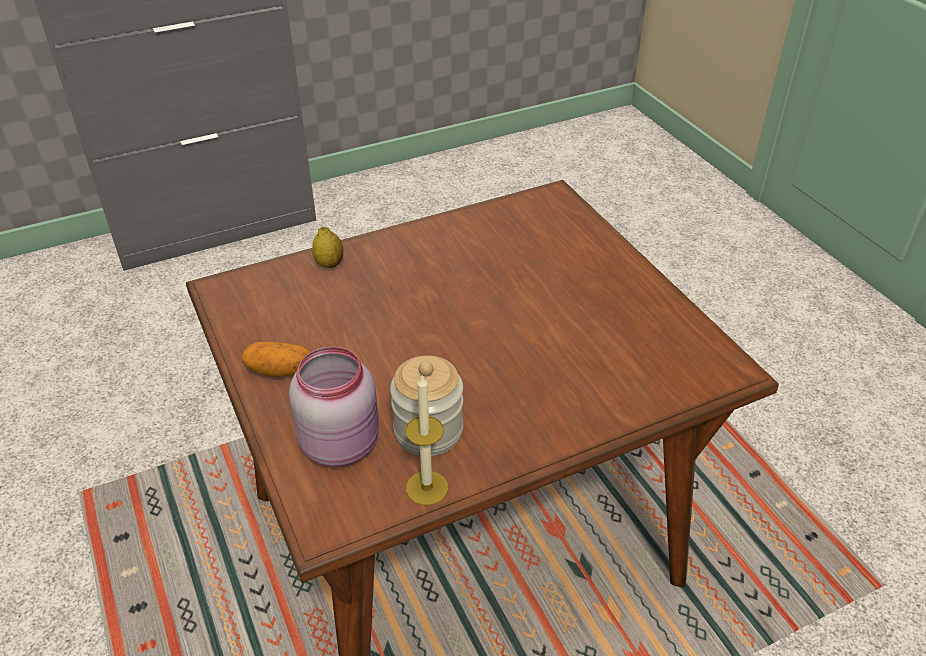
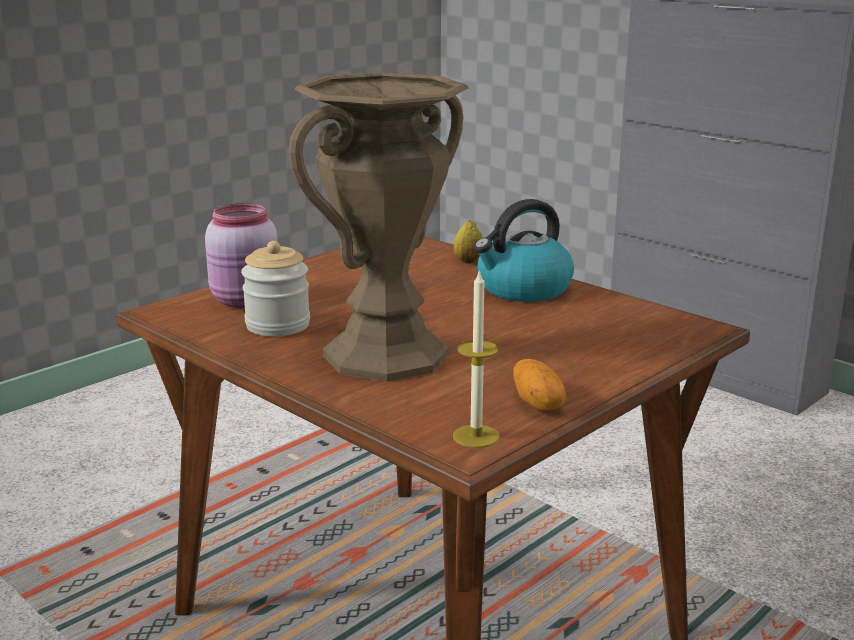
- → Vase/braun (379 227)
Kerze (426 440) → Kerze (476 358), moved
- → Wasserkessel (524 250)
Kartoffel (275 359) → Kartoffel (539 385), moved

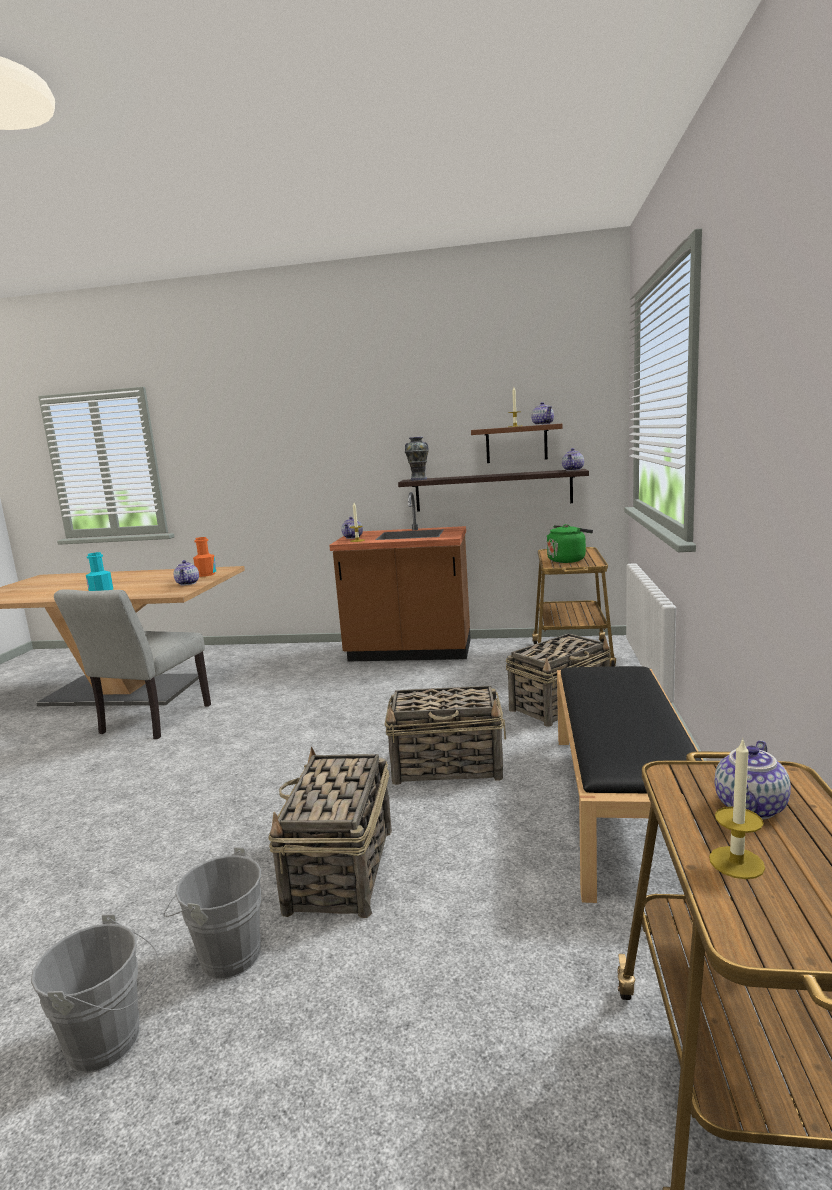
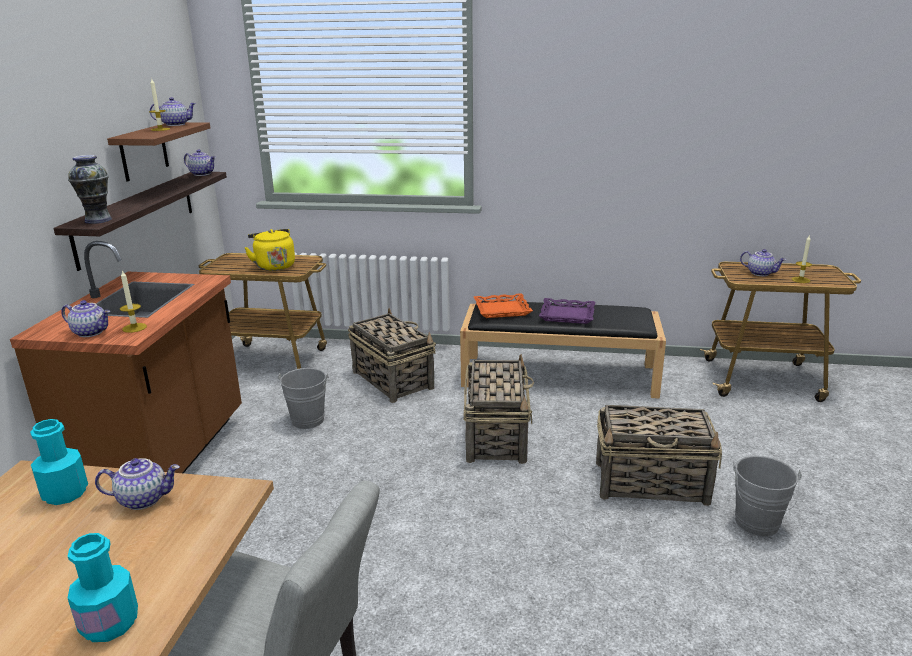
Flasche/orange (204 557) → Flasche/türkis (59 462)
Wasserkessel/grün (570 543) → Wasserkessel/gelb (270 250)
Eimer/grau (94 993) → Eimer/grau (303 398), moved
- → Tablett/orange (503 305)
- → Tablett/lila (567 311)

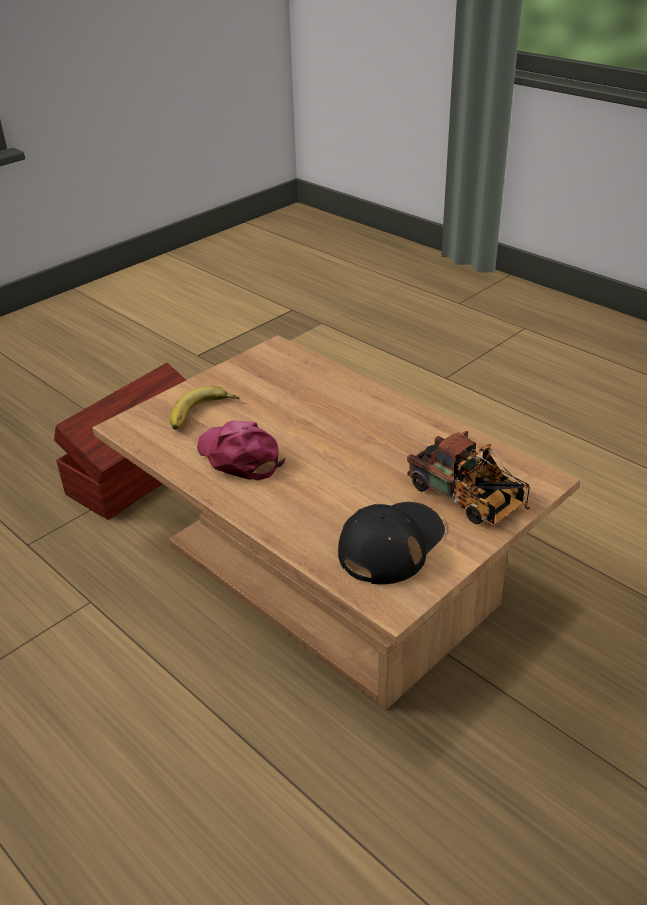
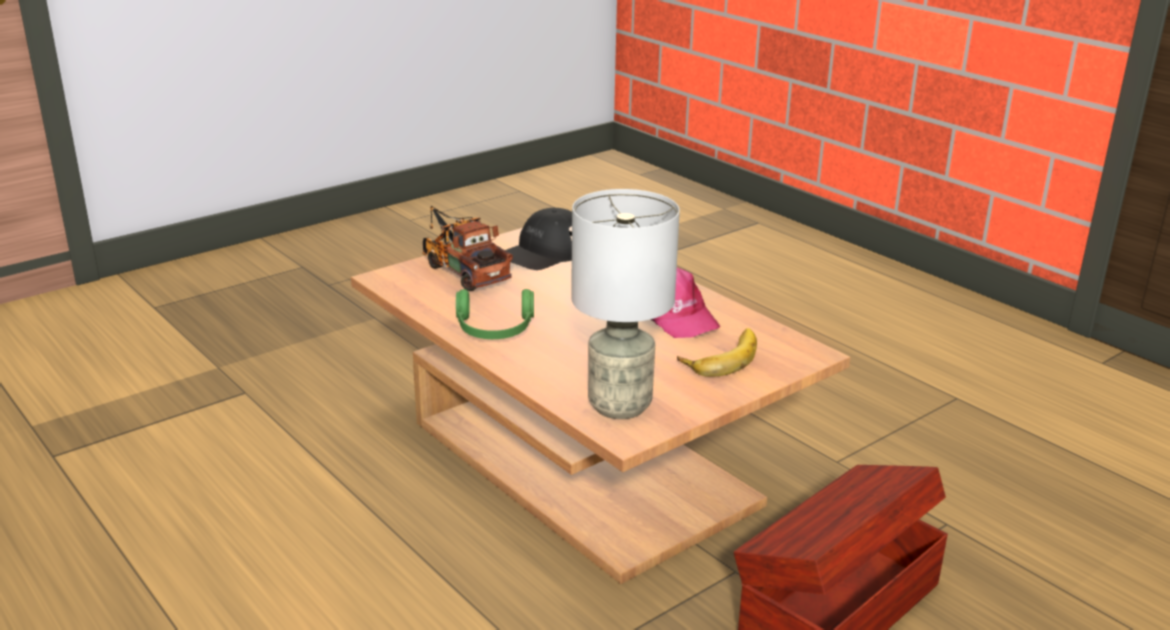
- → Kopfhörer/grün (495 314)
- → Tischlampe/grau (625 304)

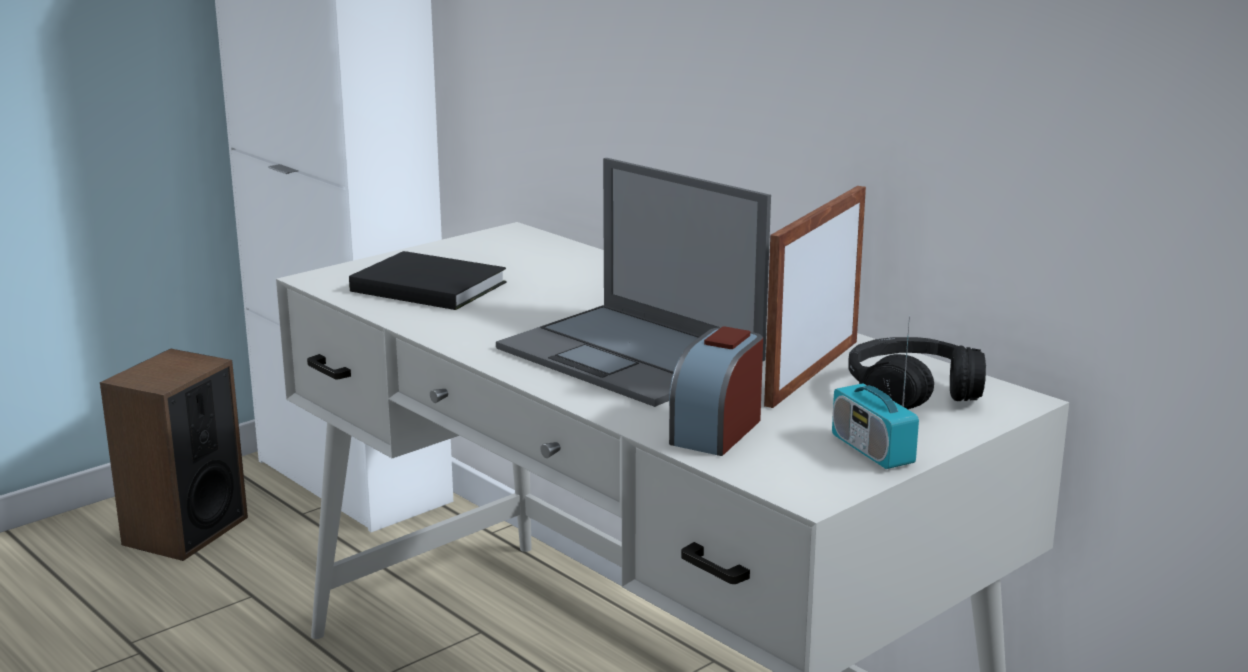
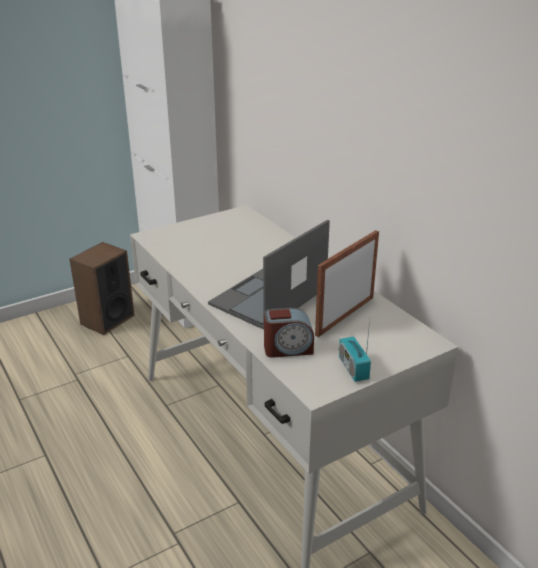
Laptop (633 282) → Laptop (269 275), 75 degrees clockwise
Wecker (716 391) → Wecker (289 333), 135 degrees counterclockwise
Buch/schwarz (427 280) → -
Kopfhörer/schwarz (917 373) → -

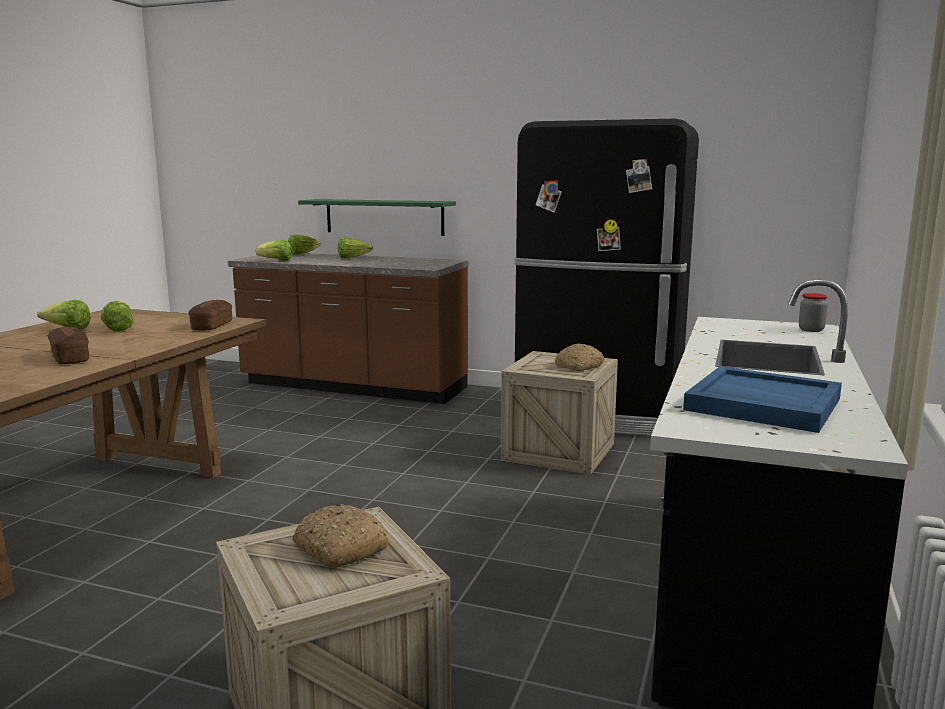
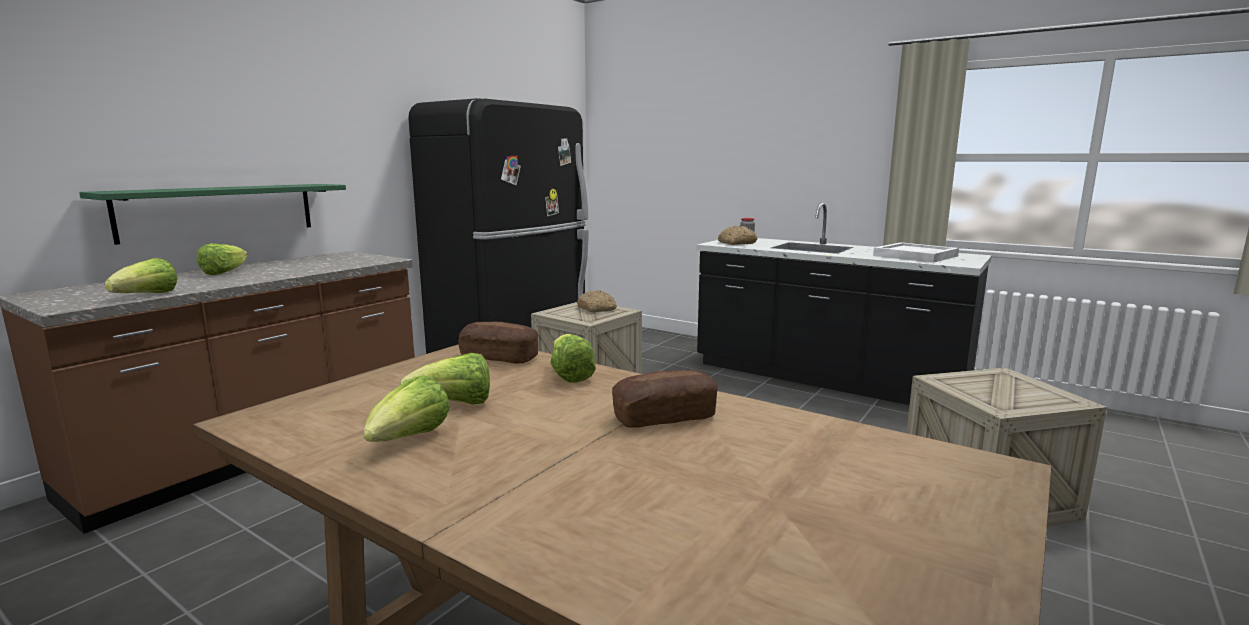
Salatkopf (304 244) → Salatkopf (573 358), moved
Brot (341 536) → Brot (738 235), moved
Tablett/blau (762 399) → Tablett/weiß (916 252)

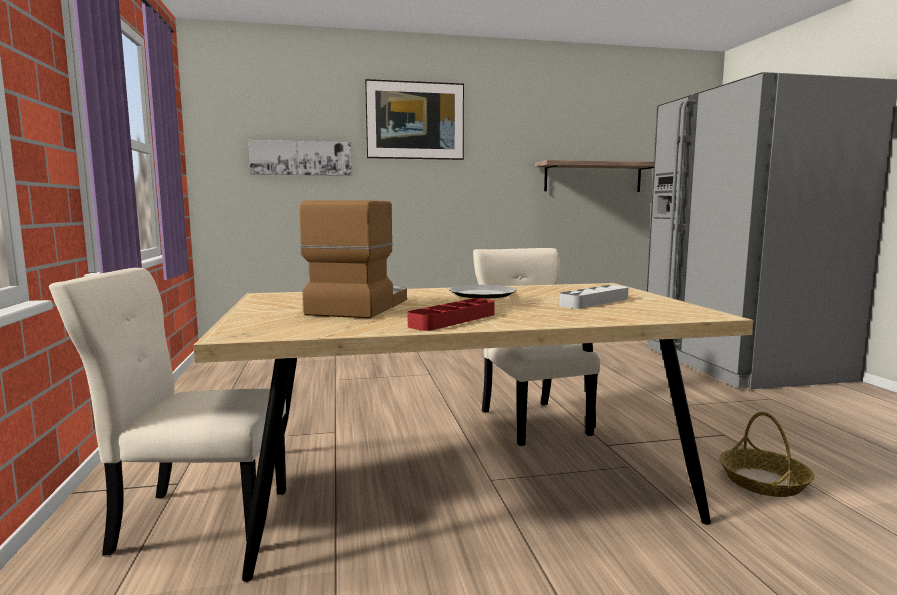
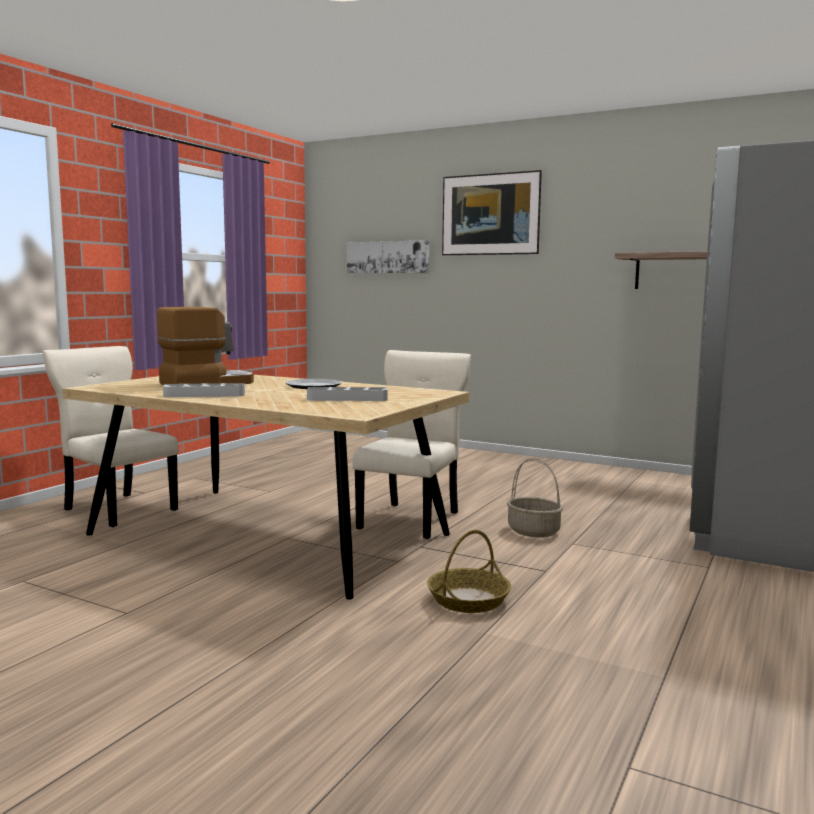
Tablett/rot (451 314) → Tablett/grau (204 390)
- → Korb (535 498)

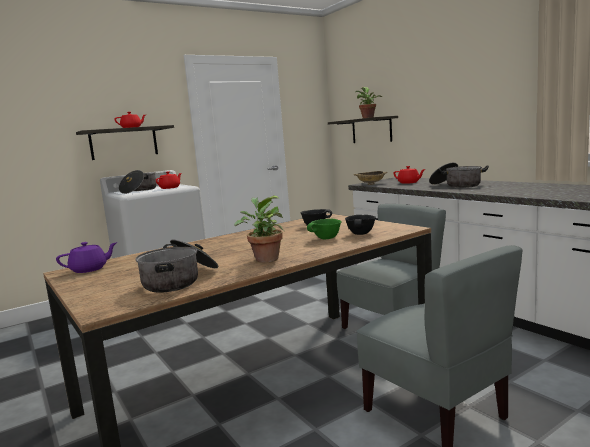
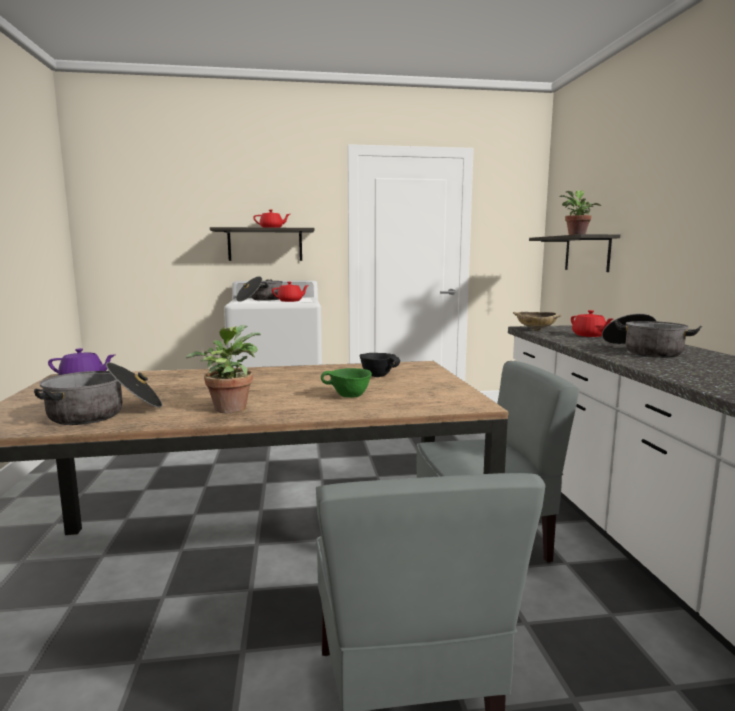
Schüssel/schwarz (360 225) → -

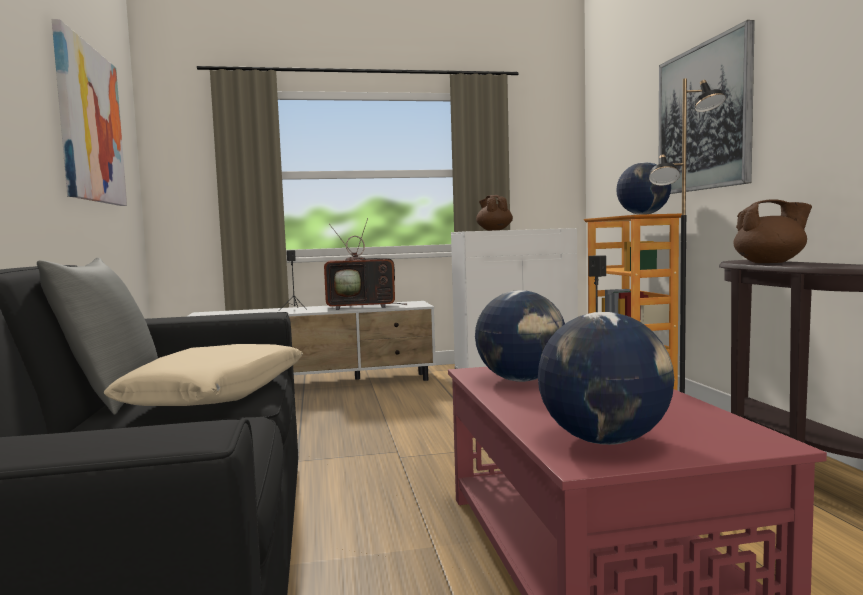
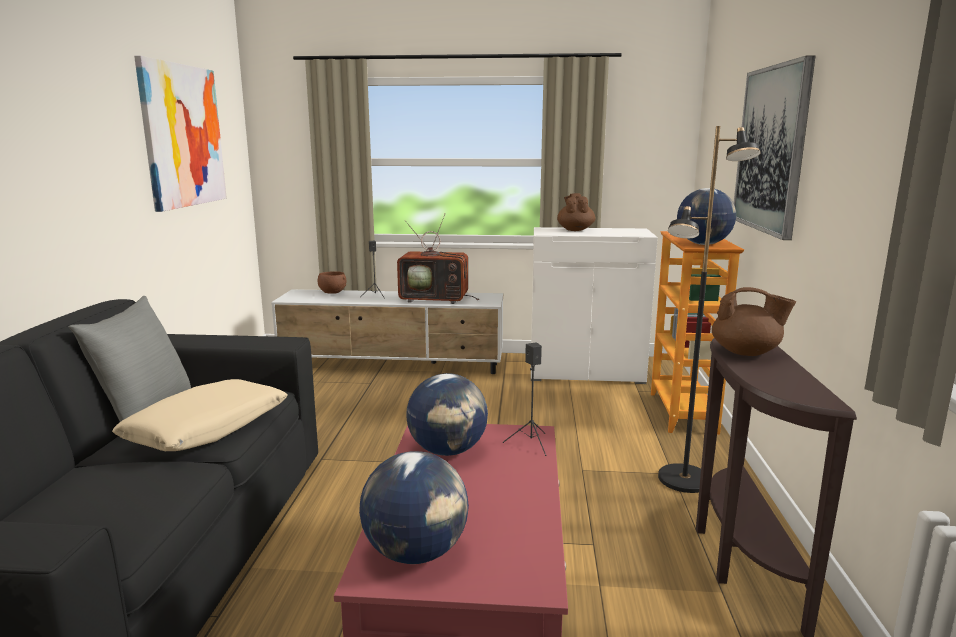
- → Schüssel/braun (332 283)

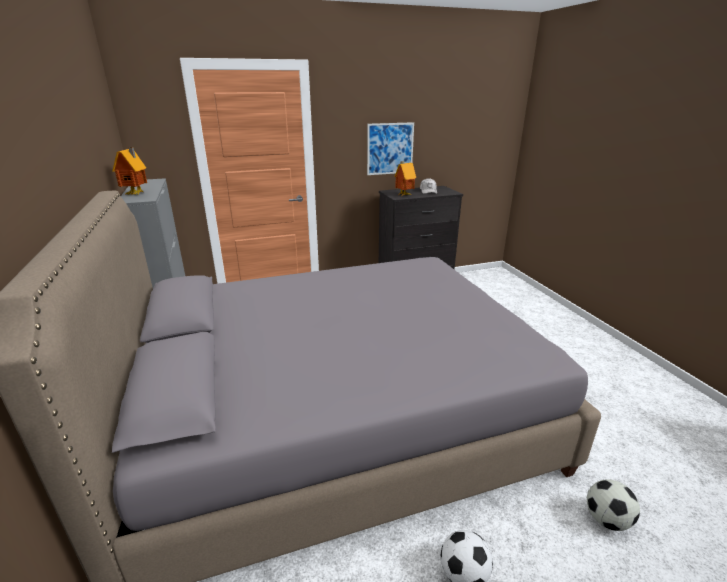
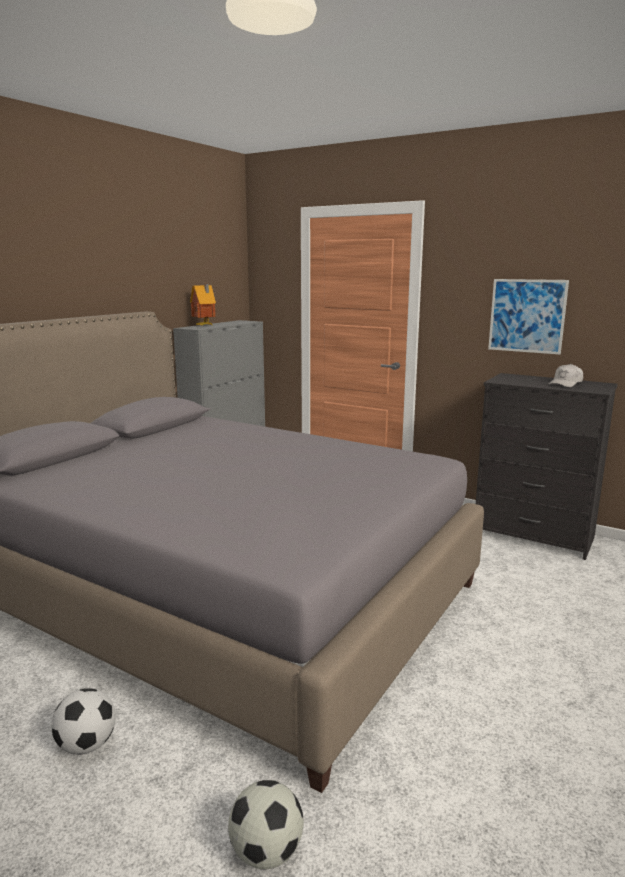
Spielzeughaus (405 178) → -

